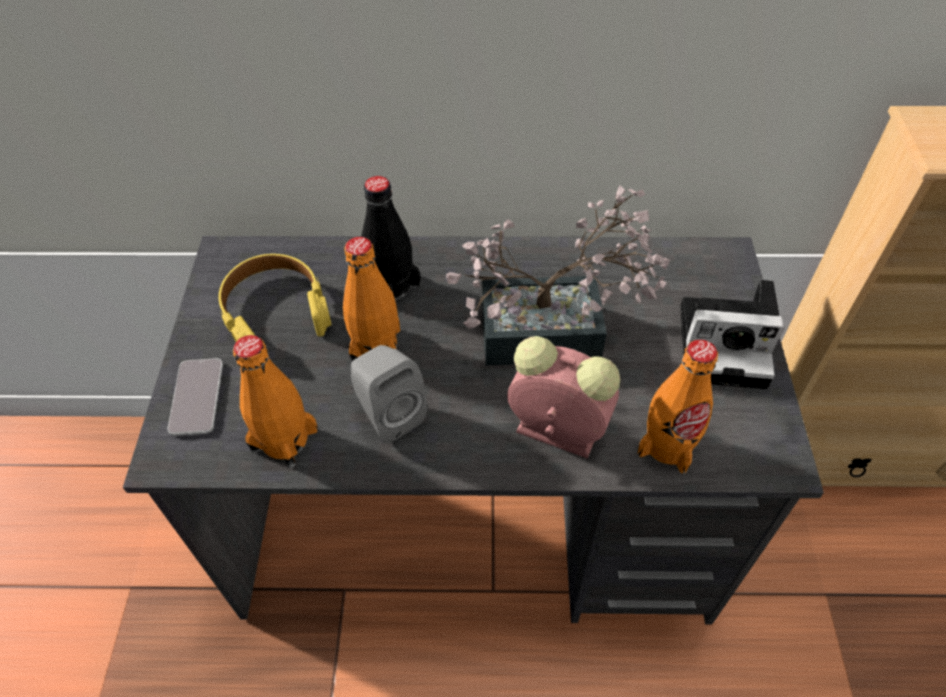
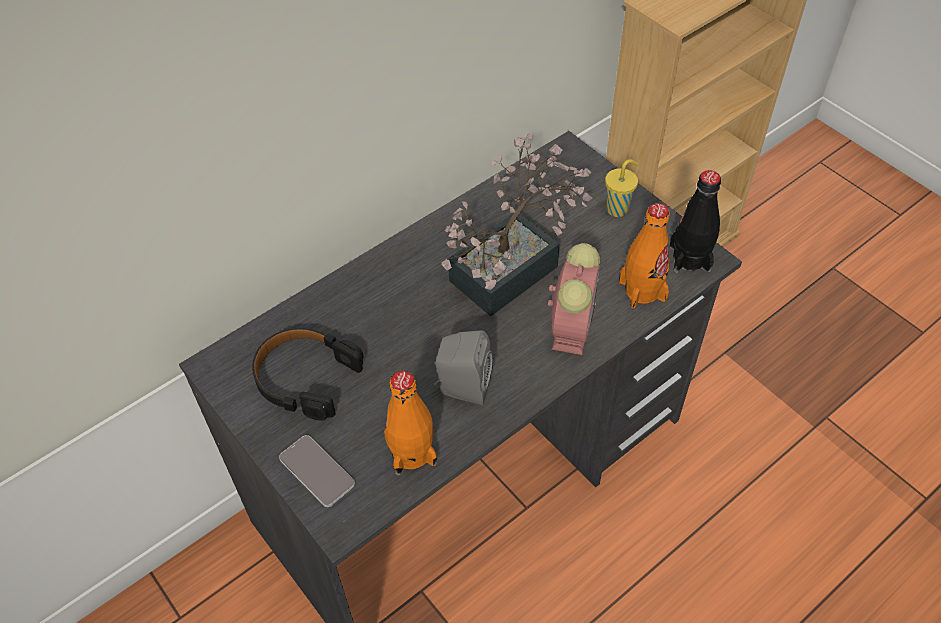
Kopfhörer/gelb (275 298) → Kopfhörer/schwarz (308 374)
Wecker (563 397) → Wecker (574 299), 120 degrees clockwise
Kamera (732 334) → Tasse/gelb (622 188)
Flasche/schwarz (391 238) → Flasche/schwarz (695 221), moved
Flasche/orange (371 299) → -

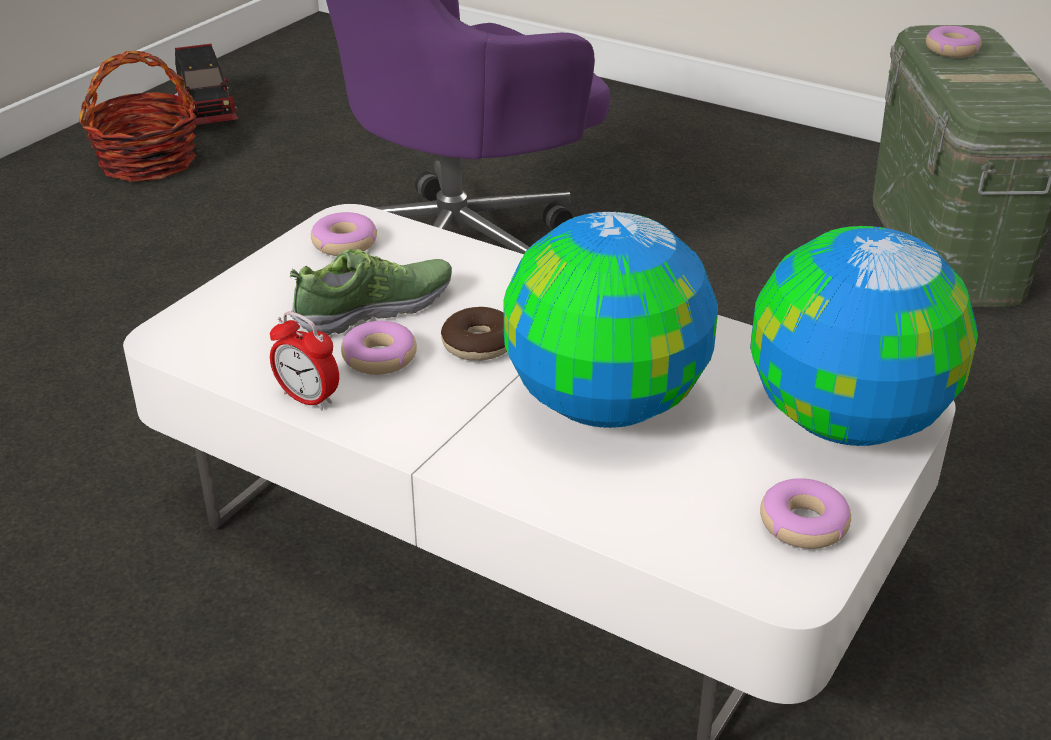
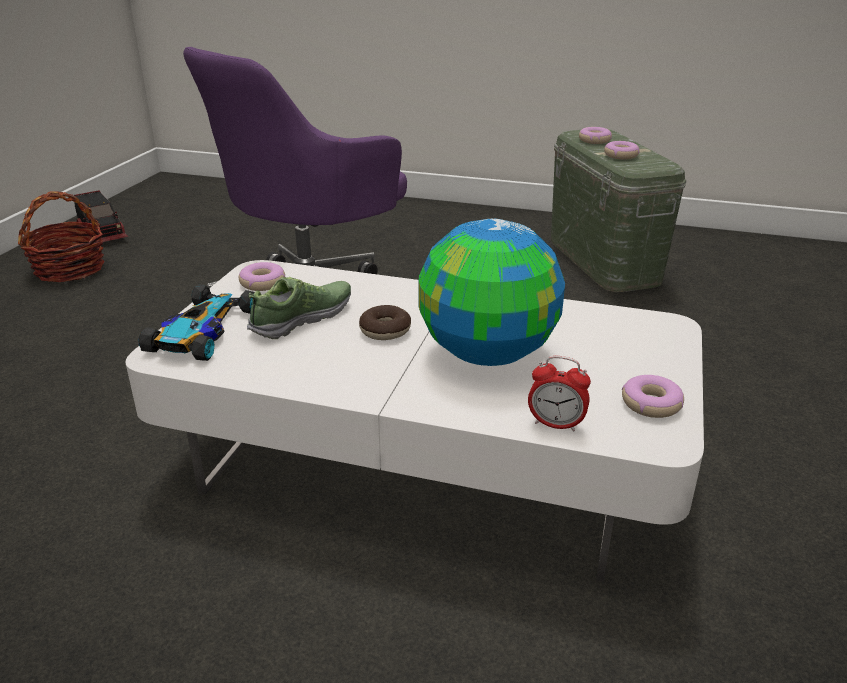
- → Spielzeugauto (196 322)
Wecker (304 361) → Wecker (559 393), moved
Donut (379 348) → Donut (622 150), moved
Globus (864 336) → -

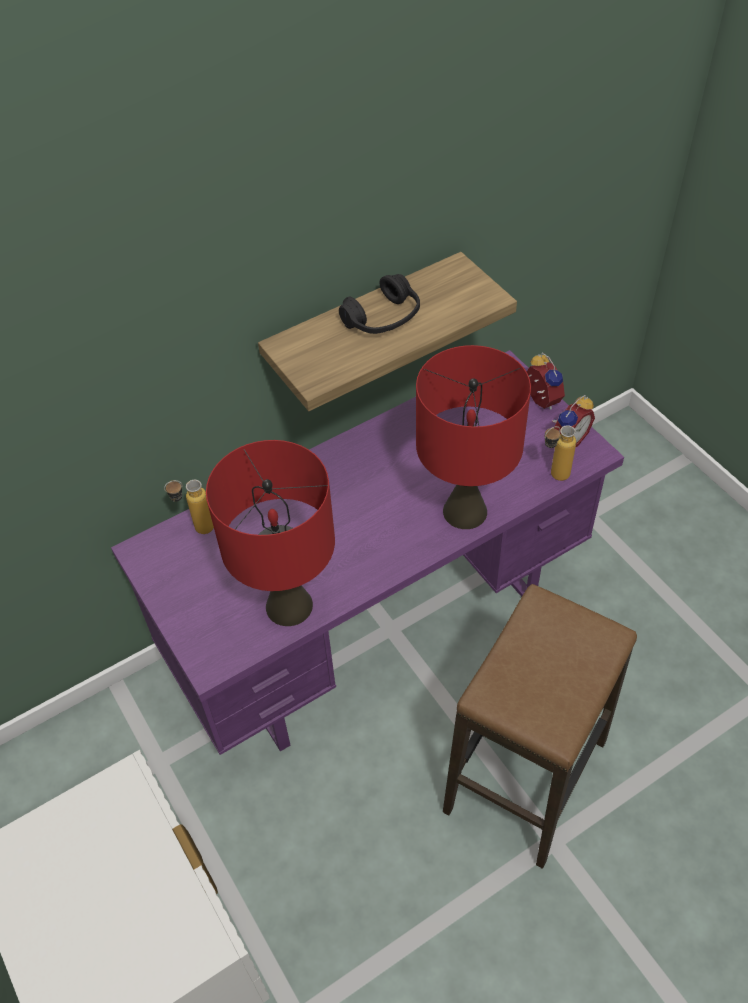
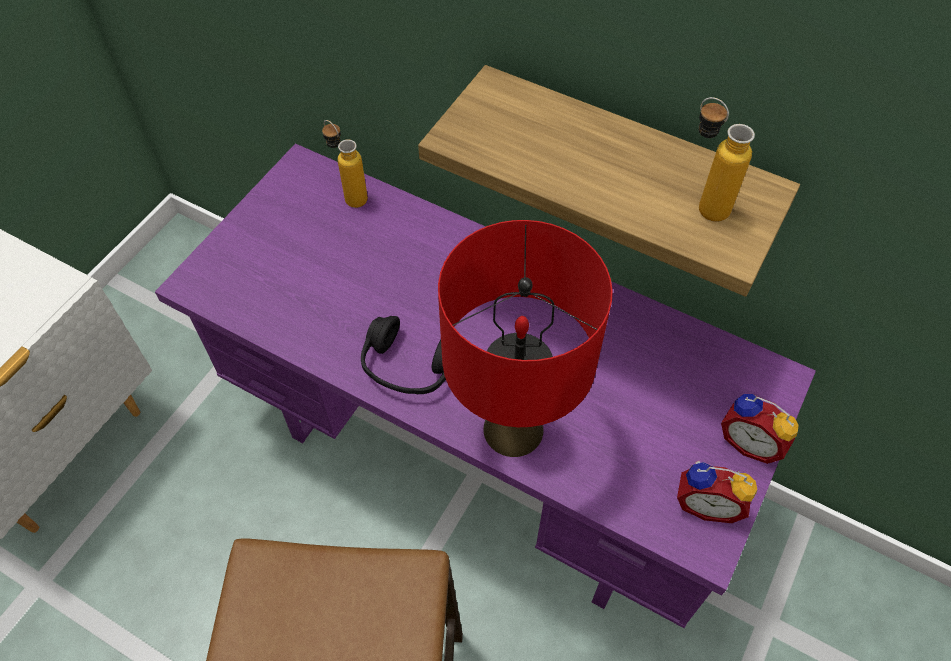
Kopfhörer/schwarz (379 304) → Kopfhörer/schwarz (403 355), moved
Flasche (560 453) → Flasche (726 159), moved
Wecker (546 381) → Wecker (760 429), 90 degrees clockwise
Tischlampe/rot (270 533) → -

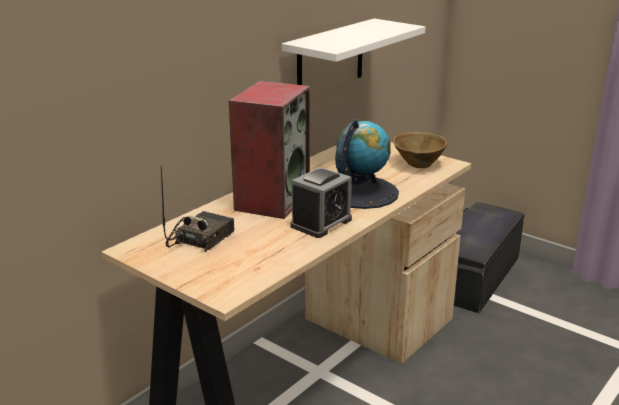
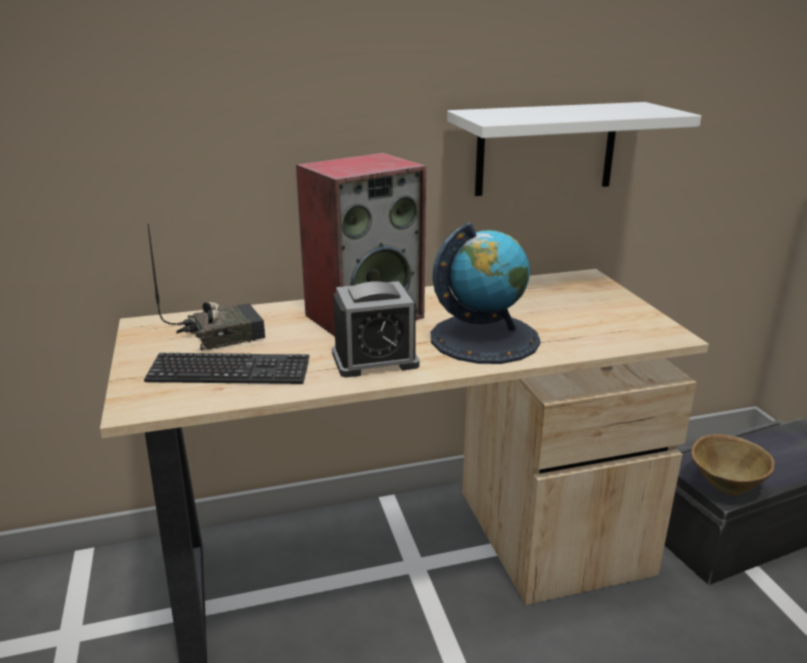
- → Tastatur (227 368)
Schüssel/braun (420 150) → Schüssel/braun (733 464), moved

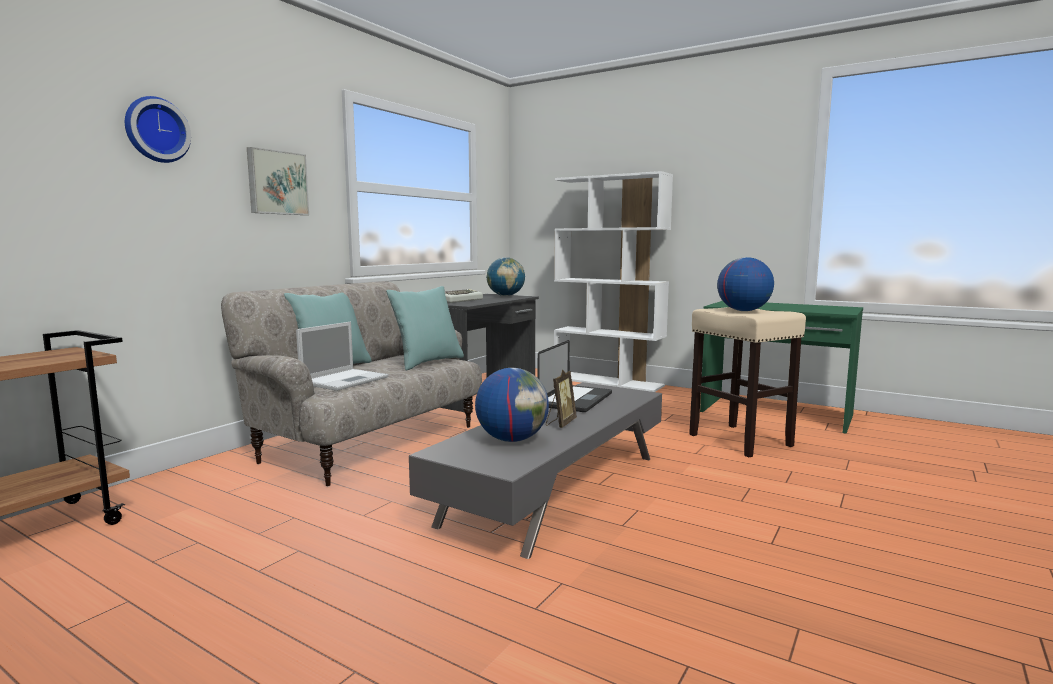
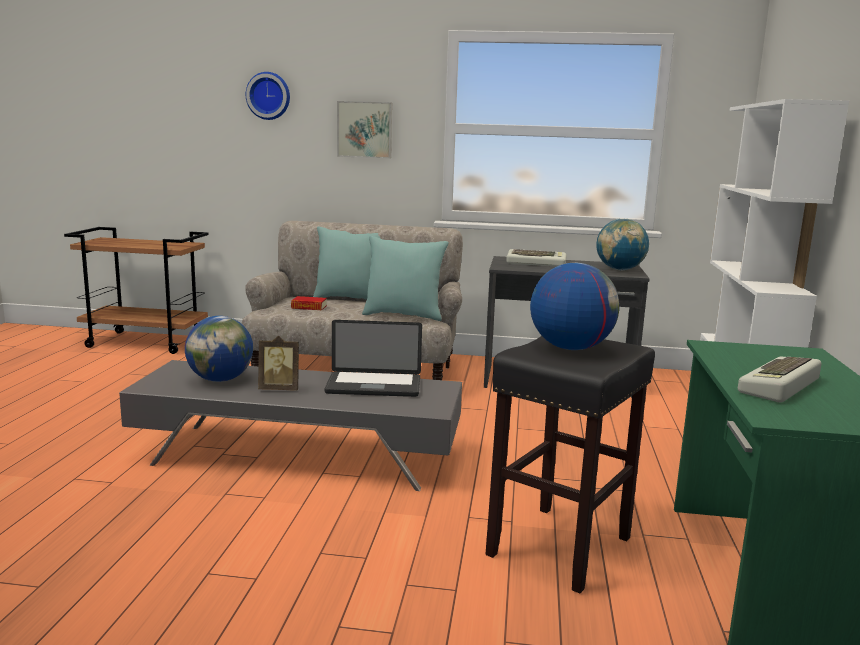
Laptop (342 356) → Buch (309 303)
Hocker/beige (747 382) → Hocker/schwarz (570 464)
- → Tastatur (780 380)

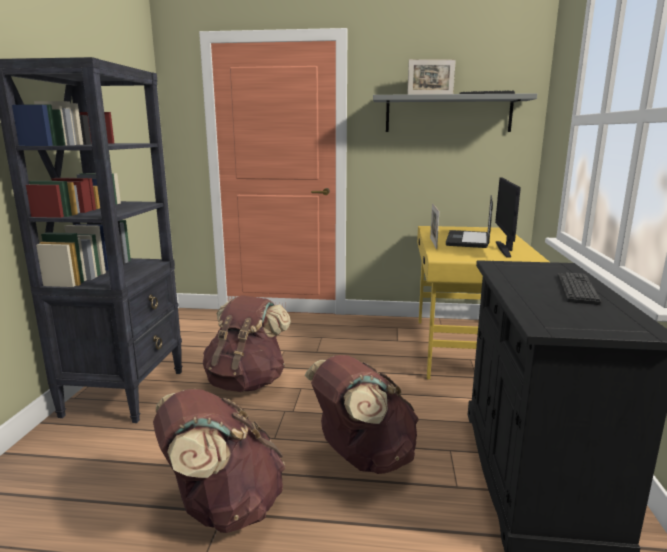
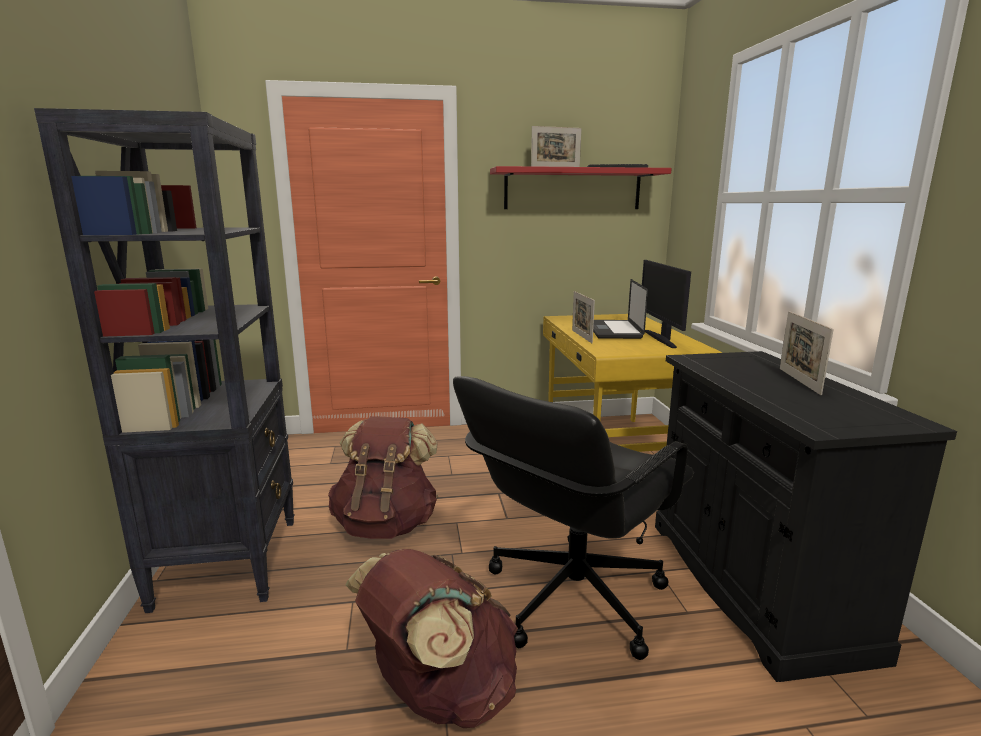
Rucksack/braun (361 414) → Bürostuhl/schwarz (573 518)
Wandregal/grau (455 112) → Wandregal/rot (581 187)
Tastatur (579 288) → Bilderrahmen (807 353)

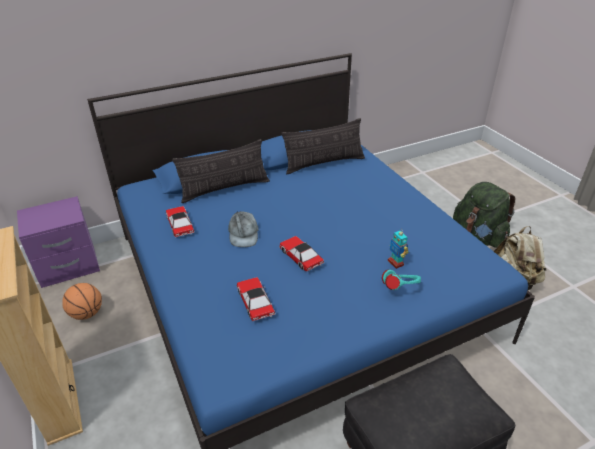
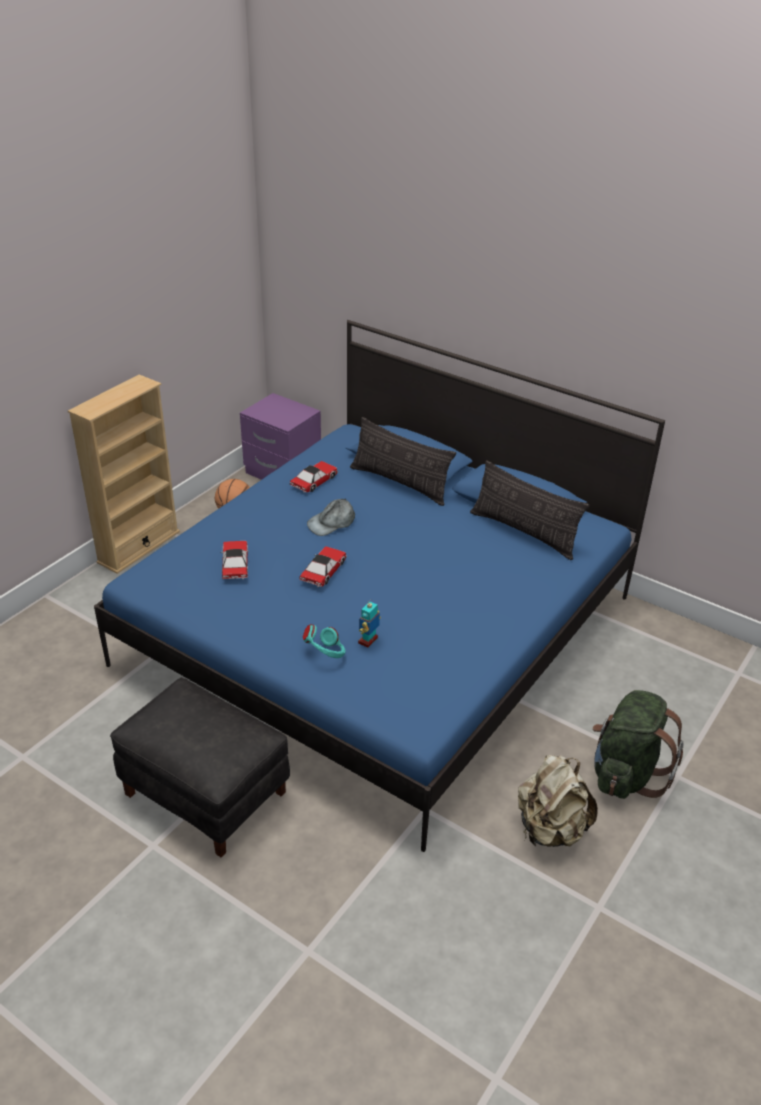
Spielzeugauto (255 299) → Spielzeugauto (235 560), 45 degrees counterclockwise

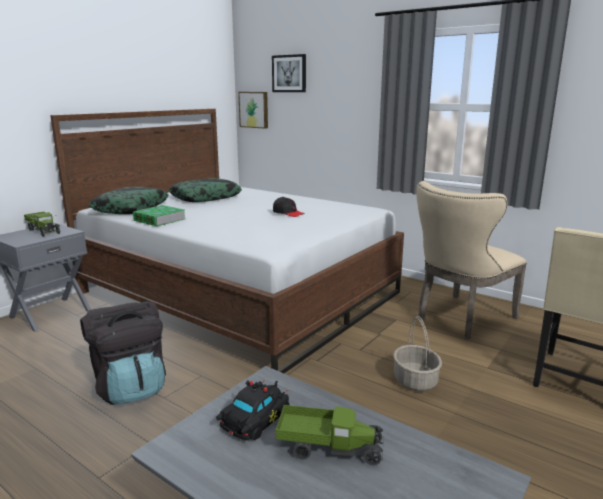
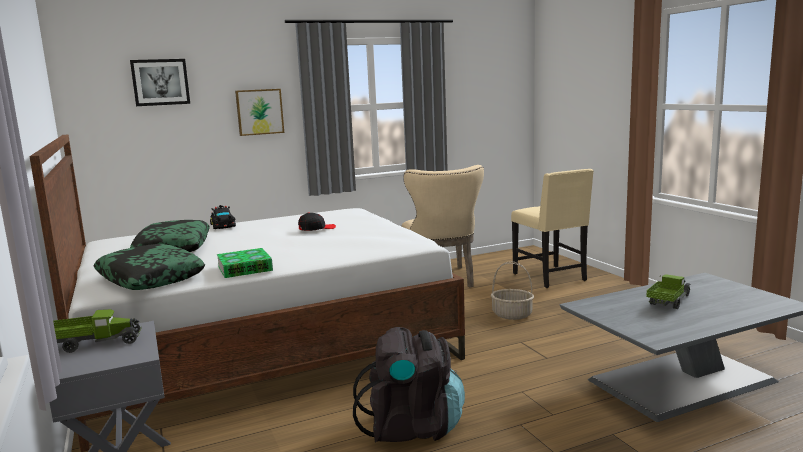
Spielzeugauto/schwarz (253 409) → Spielzeugauto/schwarz (223 217), moved
Bild (253 110) → Bild (259 112), moved

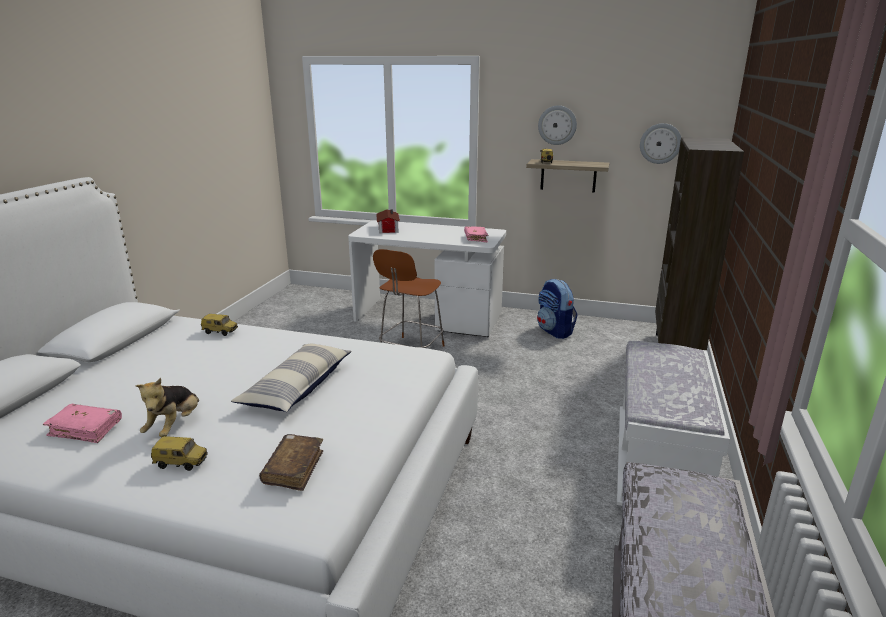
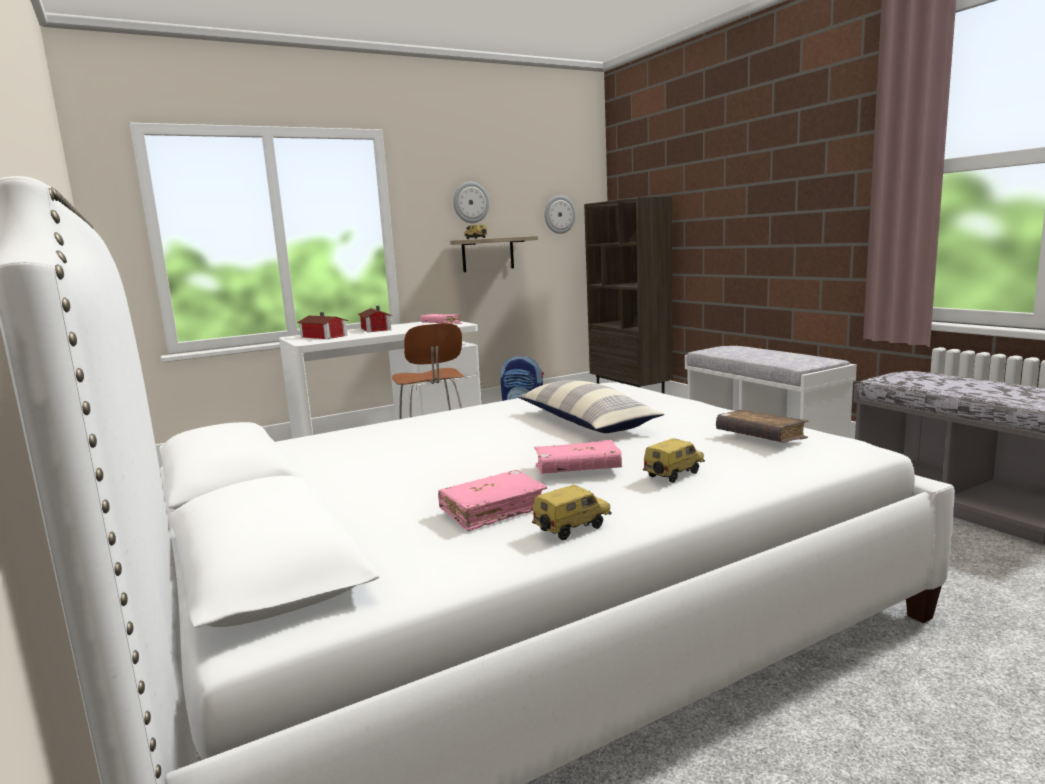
- → Spielzeughaus (375 319)
Spielzeugauto (219 325) → Spielzeugauto (572 512), moved
Plüschtier (167 407) → Buch/rosa (578 457)

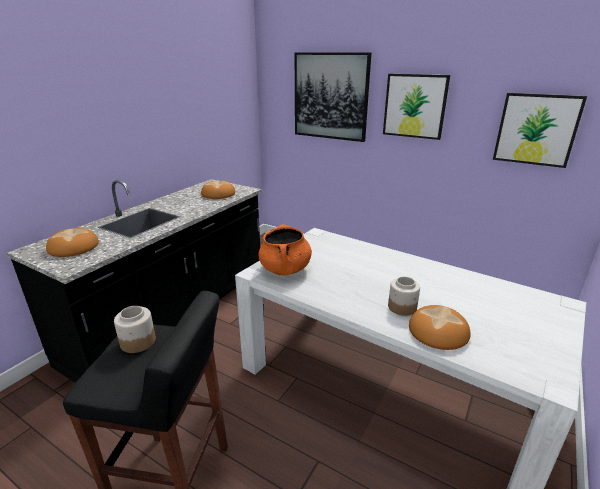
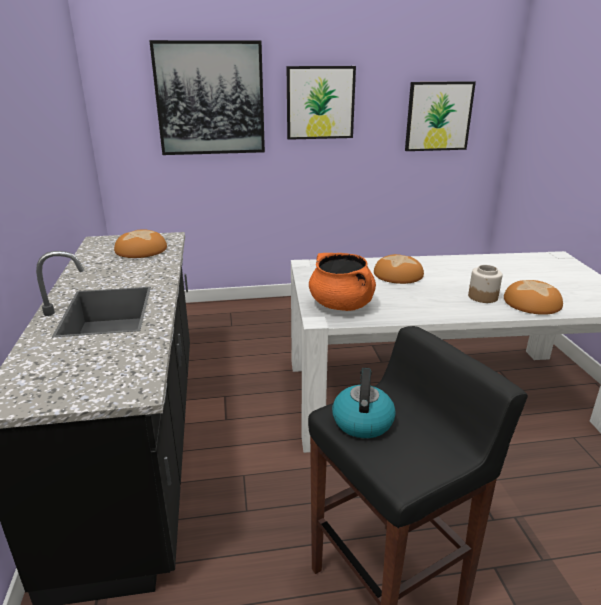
Vorratsglas (135 329) → Wasserkessel (364 403)
Brot (72 242) → Brot (399 269), moved

